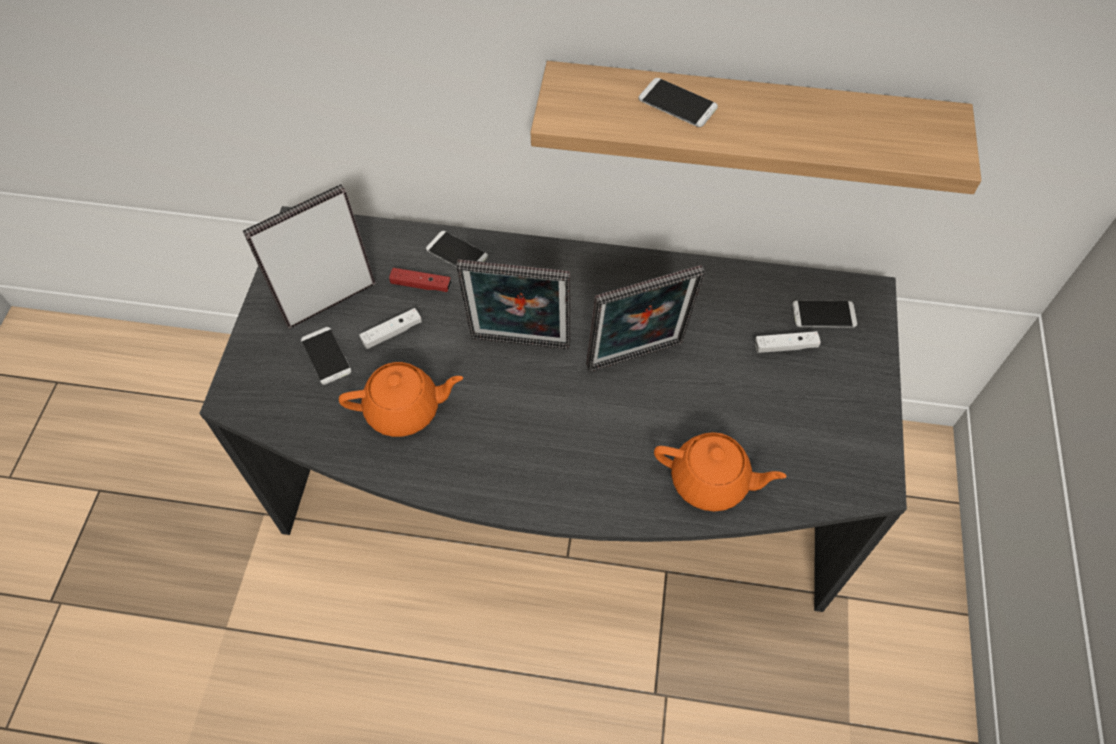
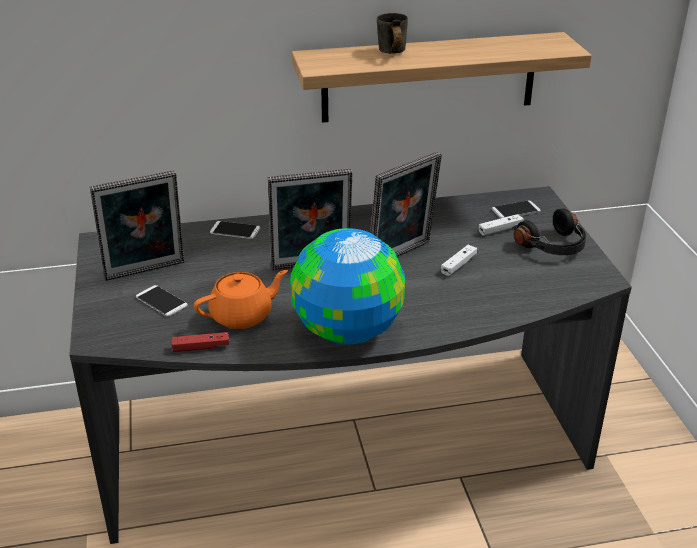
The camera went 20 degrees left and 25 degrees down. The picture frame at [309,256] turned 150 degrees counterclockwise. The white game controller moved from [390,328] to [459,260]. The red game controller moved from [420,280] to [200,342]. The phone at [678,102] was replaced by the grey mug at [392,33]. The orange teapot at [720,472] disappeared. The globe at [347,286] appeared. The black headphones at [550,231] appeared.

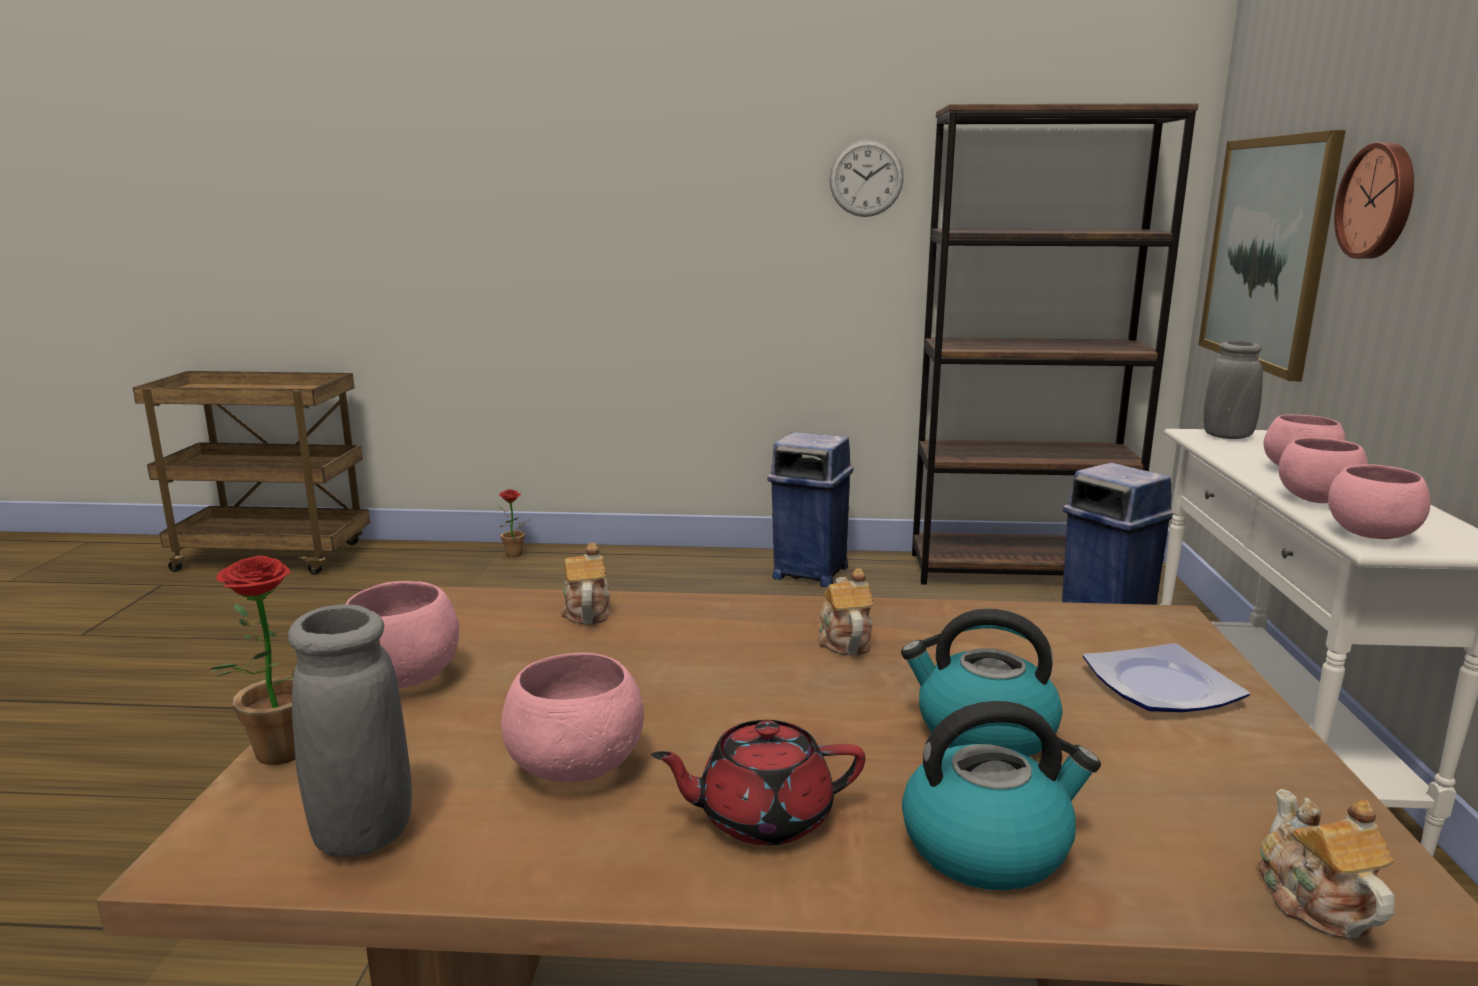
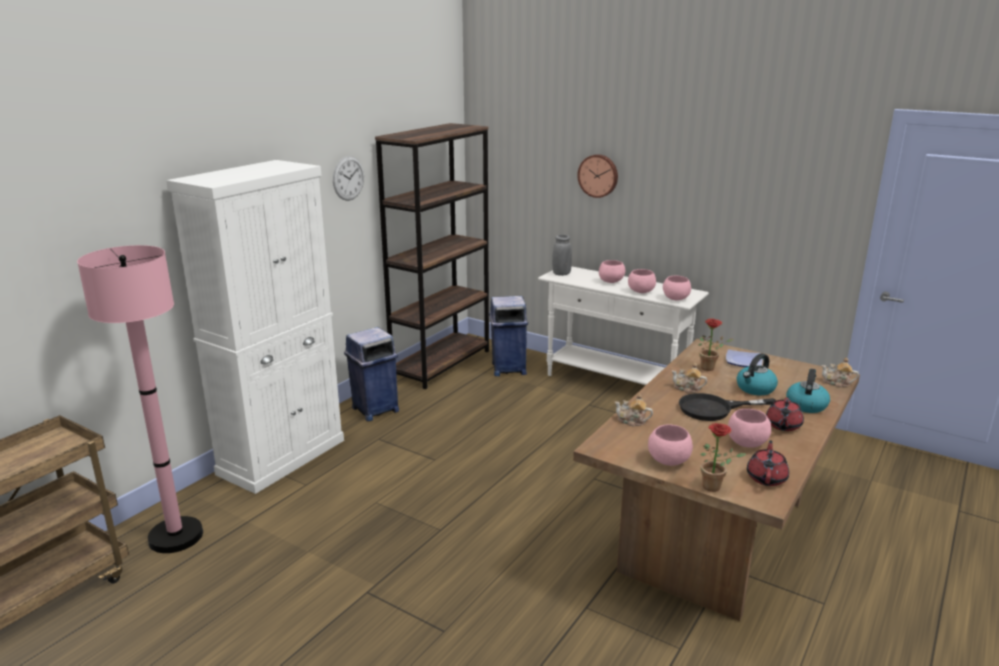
The camera went 60 degrees left and 5 degrees up. The grey vase at [350,730] was replaced by the red teapot at [768,463]. The potted plant moved from [515,523] to [716,344]. The picture at [1272,255] disappeared. The pink floor lamp at [140,399] appeared. The white cabinet at [255,327] appeared. The black frying pan at [727,407] appeared.

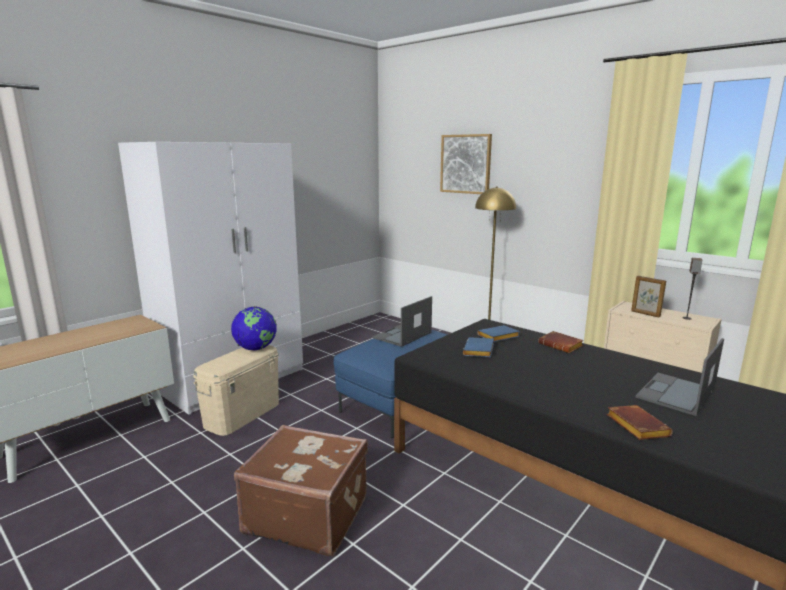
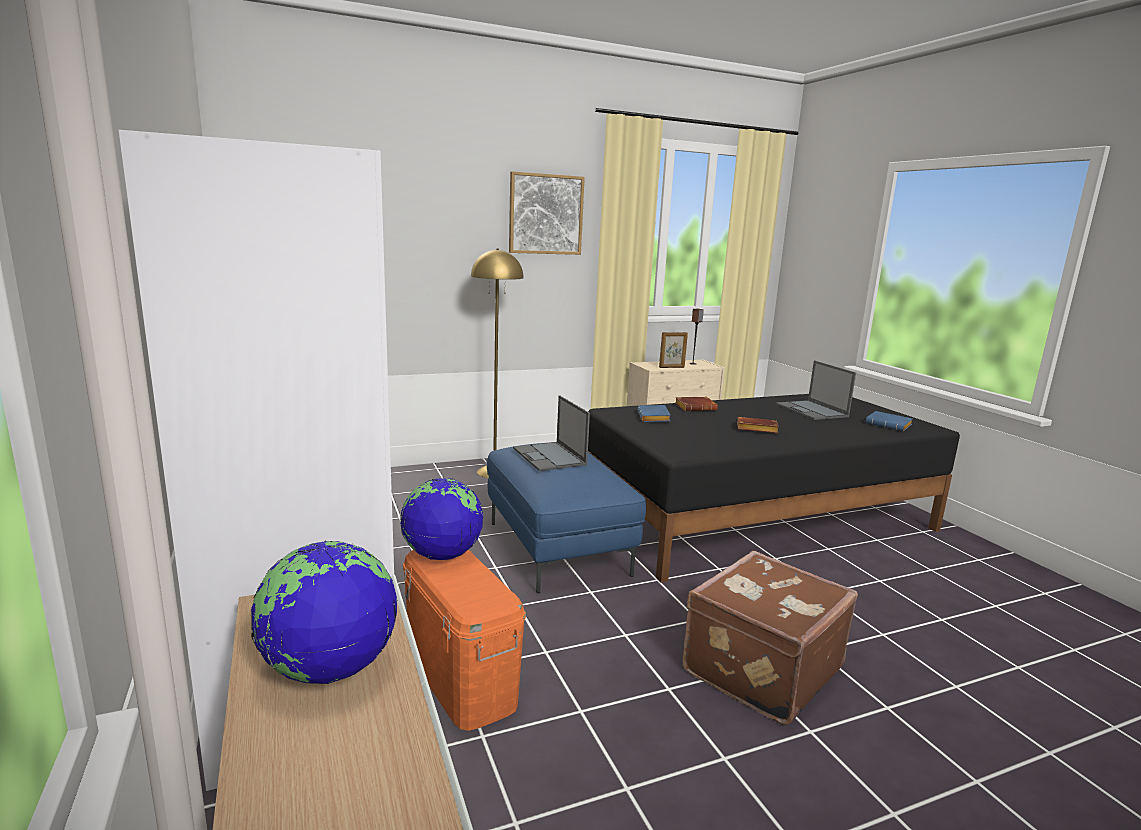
The camera went 65 degrees left and 0 degrees up. The beige storage box at [236,390] became the orange storage box at [464,640]. The picture moved from [466,164] to [547,213]. The blue book moved from [478,347] to [889,421]. The brown book moved from [640,422] to [758,425]. The globe at [324,612] appeared.

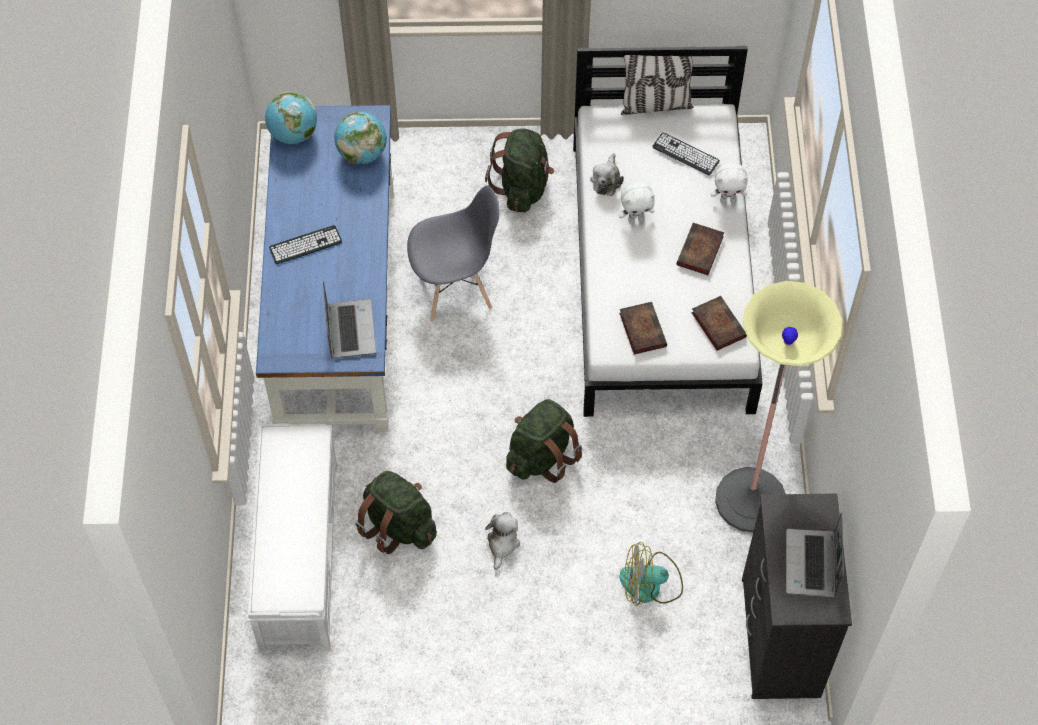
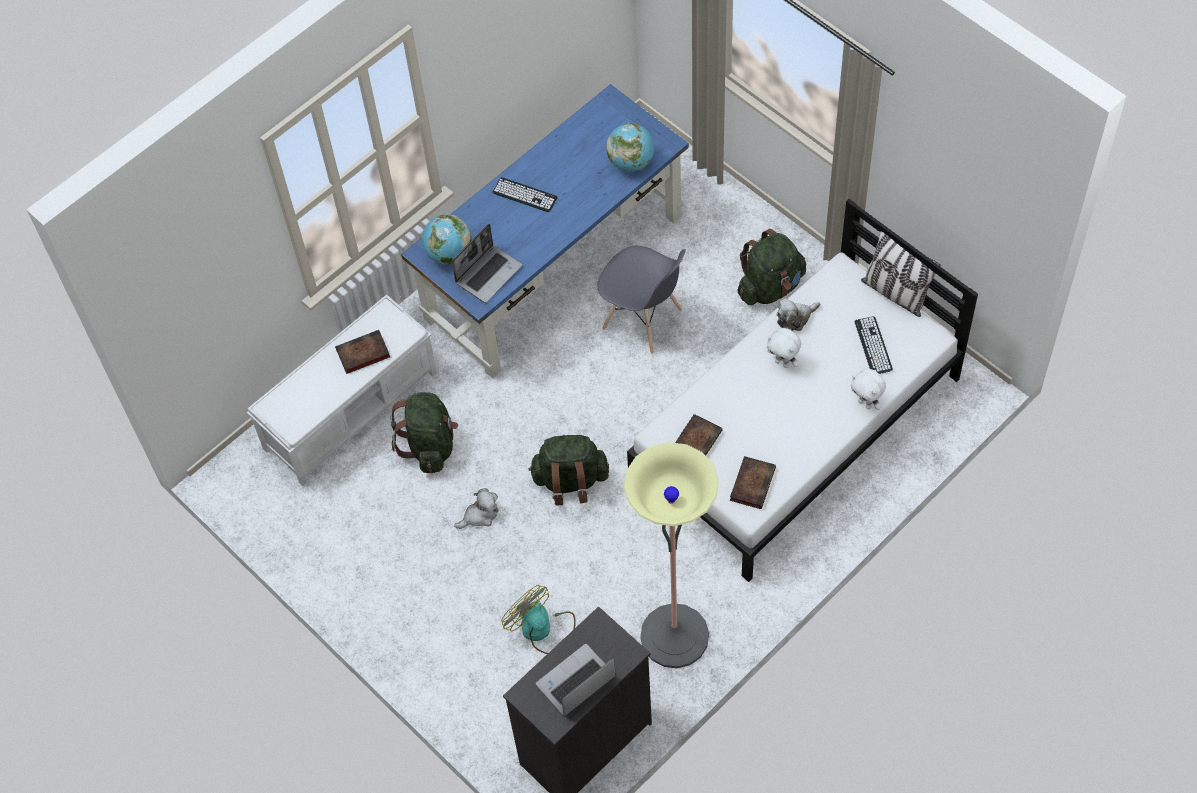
The camera went 50 degrees right and 0 degrees up. The globe moved from [291,117] to [446,239]. The book moved from [700,249] to [362,352].

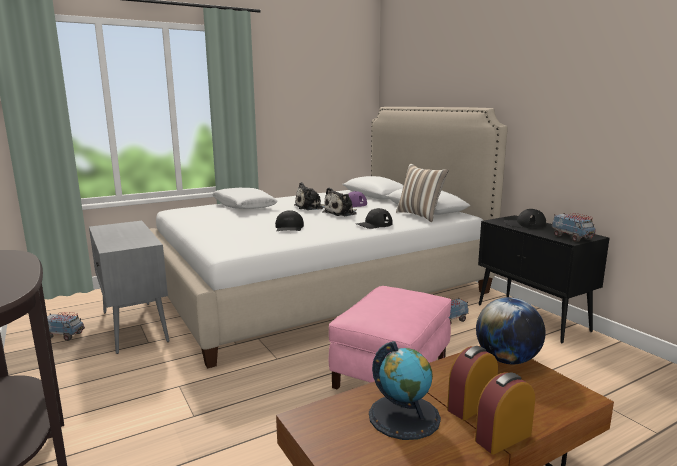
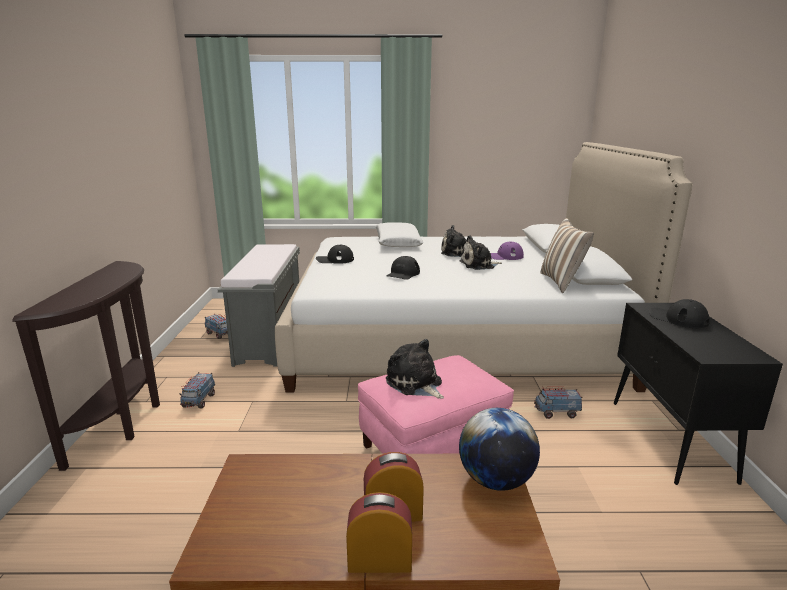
The camera went 30 degrees right and 5 degrees up. The grey cabinet at [129,287] was replaced by the grey bench at [259,305]. The black cap moved from [374,218] to [335,254]. The globe at [405,390] disappeared. The toy truck moved from [573,227] to [197,390]. The plush toy at [415,369] appeared.

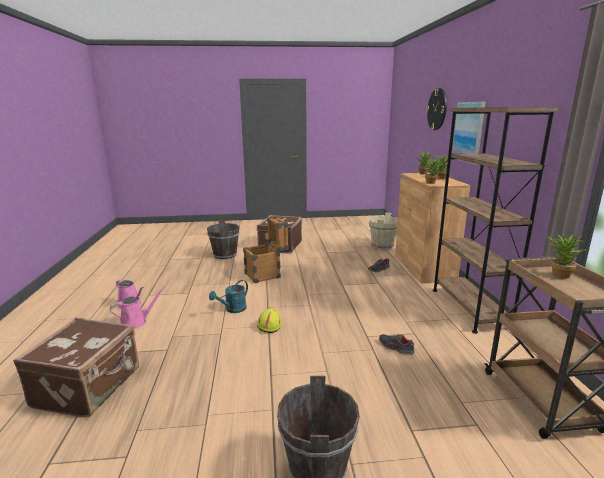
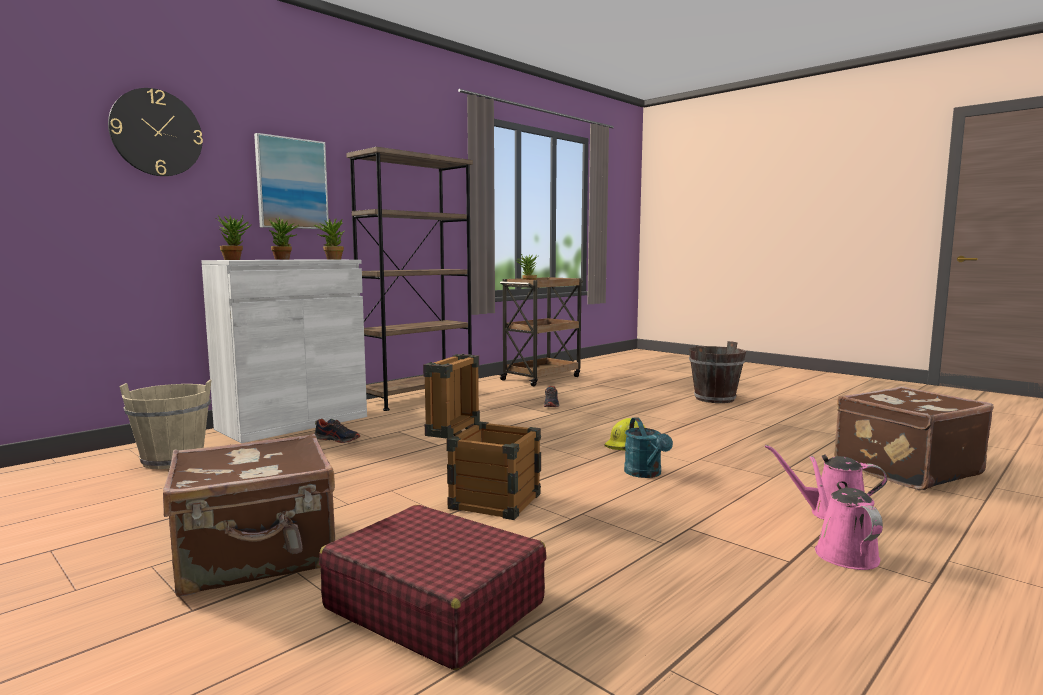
The camera went 130 degrees left and 10 degrees down. The brown bucket at [223,239] was replaced by the red suitcase at [433,587]. The turquoise watering can at [228,296] turned 75 degrees clockwise. The brown cabinet at [432,228] became the white cabinet at [284,351].

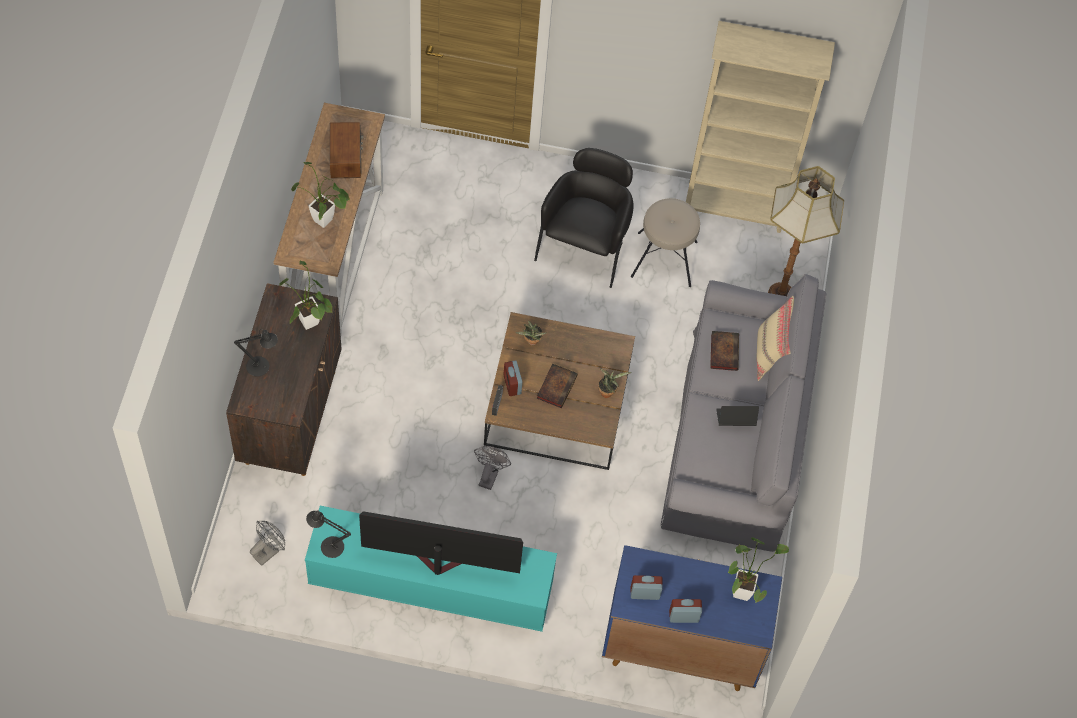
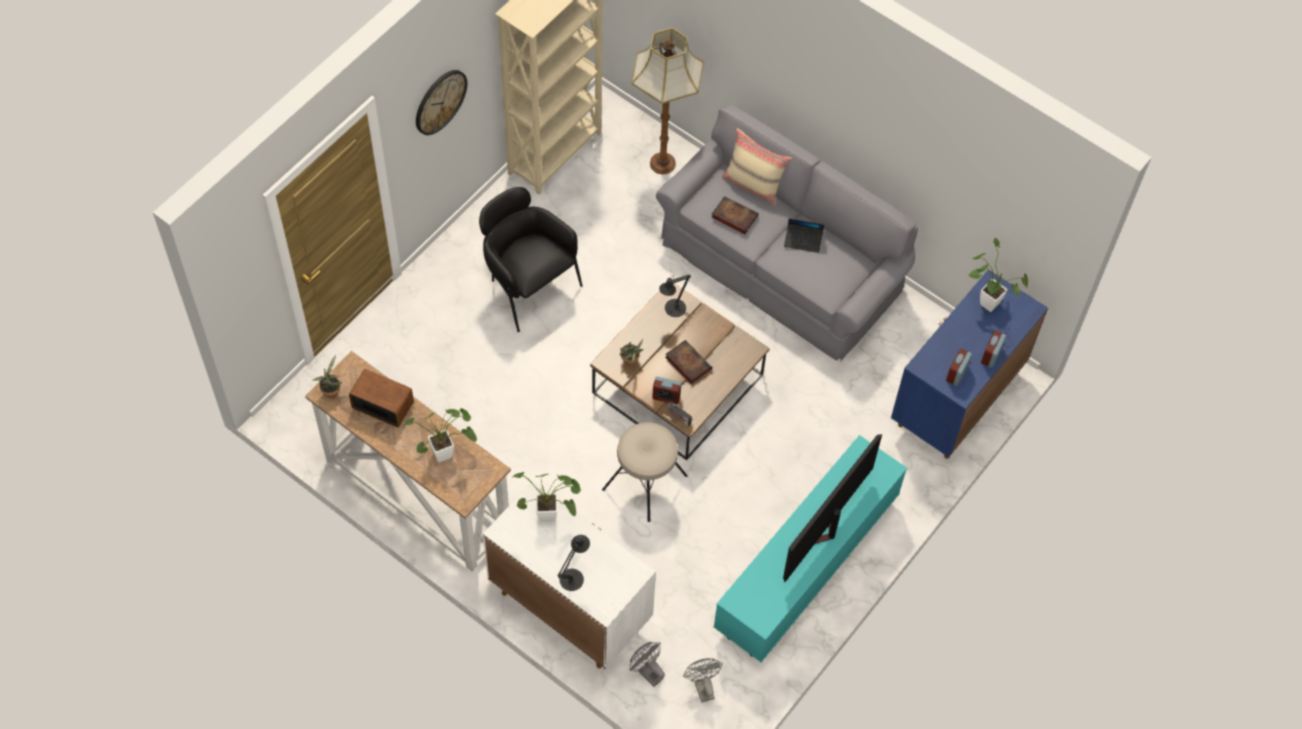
The camera went 60 degrees left and 0 degrees up. The brown cabinet at [284,379] became the white cabinet at [569,574]. The black table lamp moved from [328,534] to [675,295]. The grey fan moved from [492,468] to [647,664]. The potted plant moved from [615,383] to [327,376]. The beige stool moved from [665,242] to [644,472]. The laptop at [737,416] turned 105 degrees counterclockwise. The wall clock at [441,102] appeared.

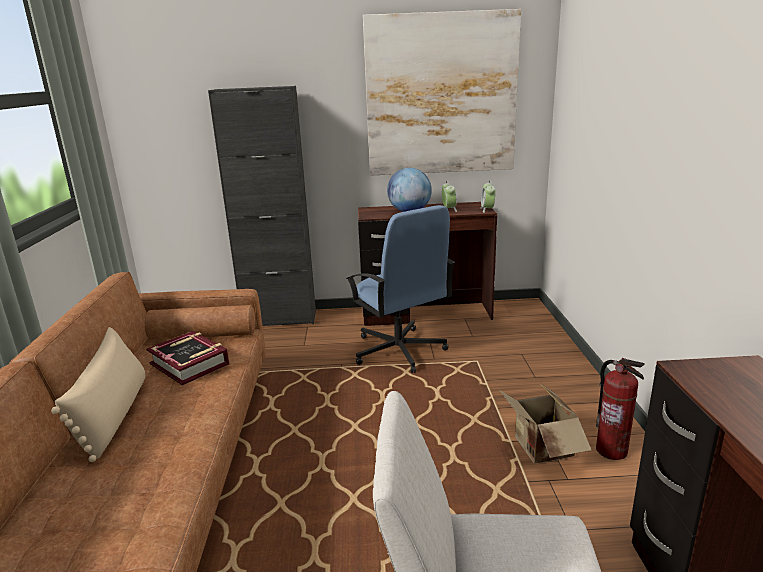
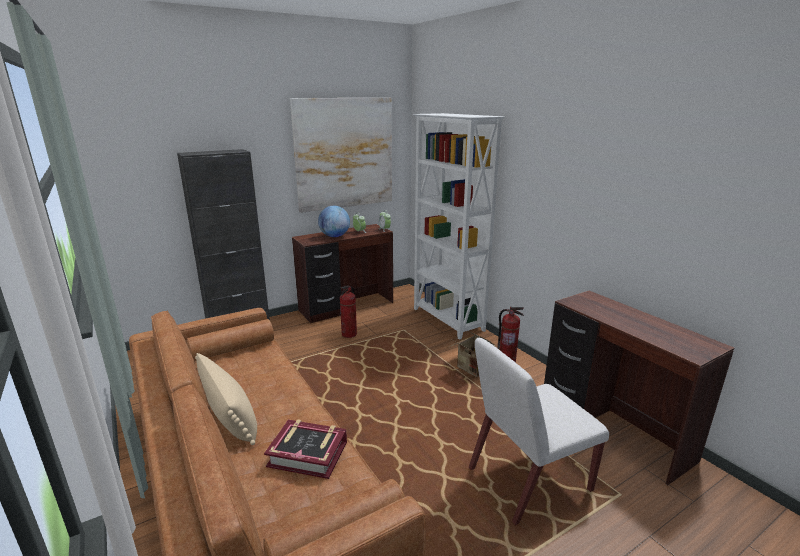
The camera went 30 degrees left and 0 degrees up. The book moved from [187,358] to [305,449]. The blue office chair at [400,289] was replaced by the fire extinguisher at [348,312]. The white bookcase at [458,226] appeared.

